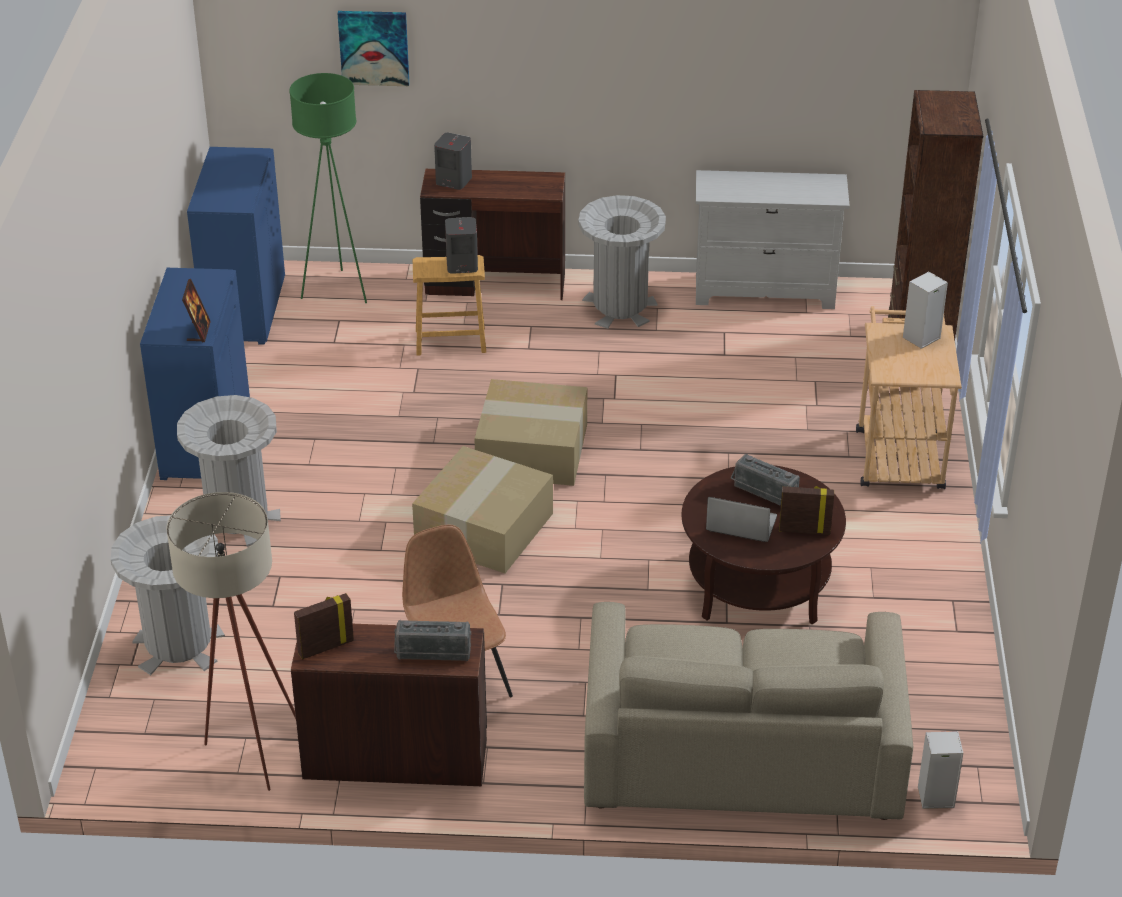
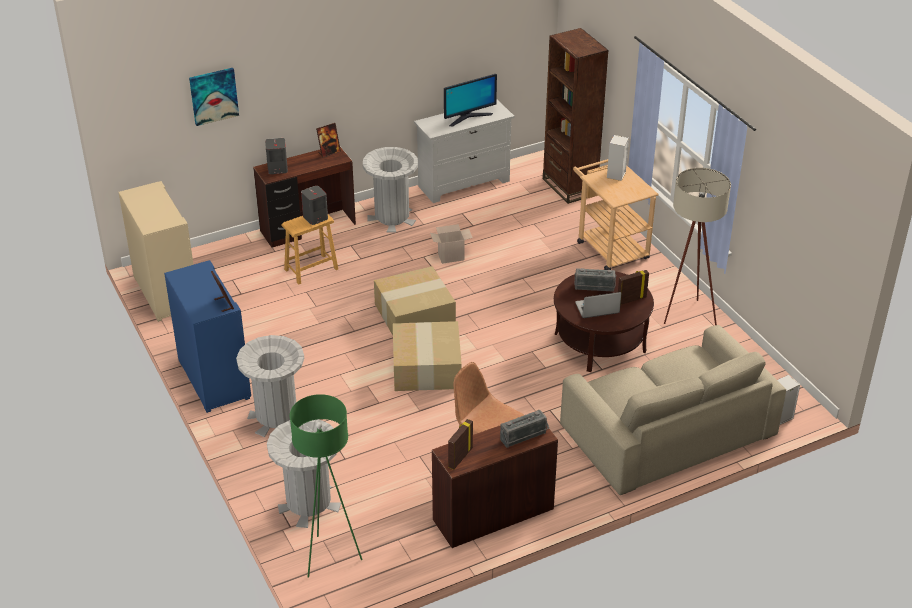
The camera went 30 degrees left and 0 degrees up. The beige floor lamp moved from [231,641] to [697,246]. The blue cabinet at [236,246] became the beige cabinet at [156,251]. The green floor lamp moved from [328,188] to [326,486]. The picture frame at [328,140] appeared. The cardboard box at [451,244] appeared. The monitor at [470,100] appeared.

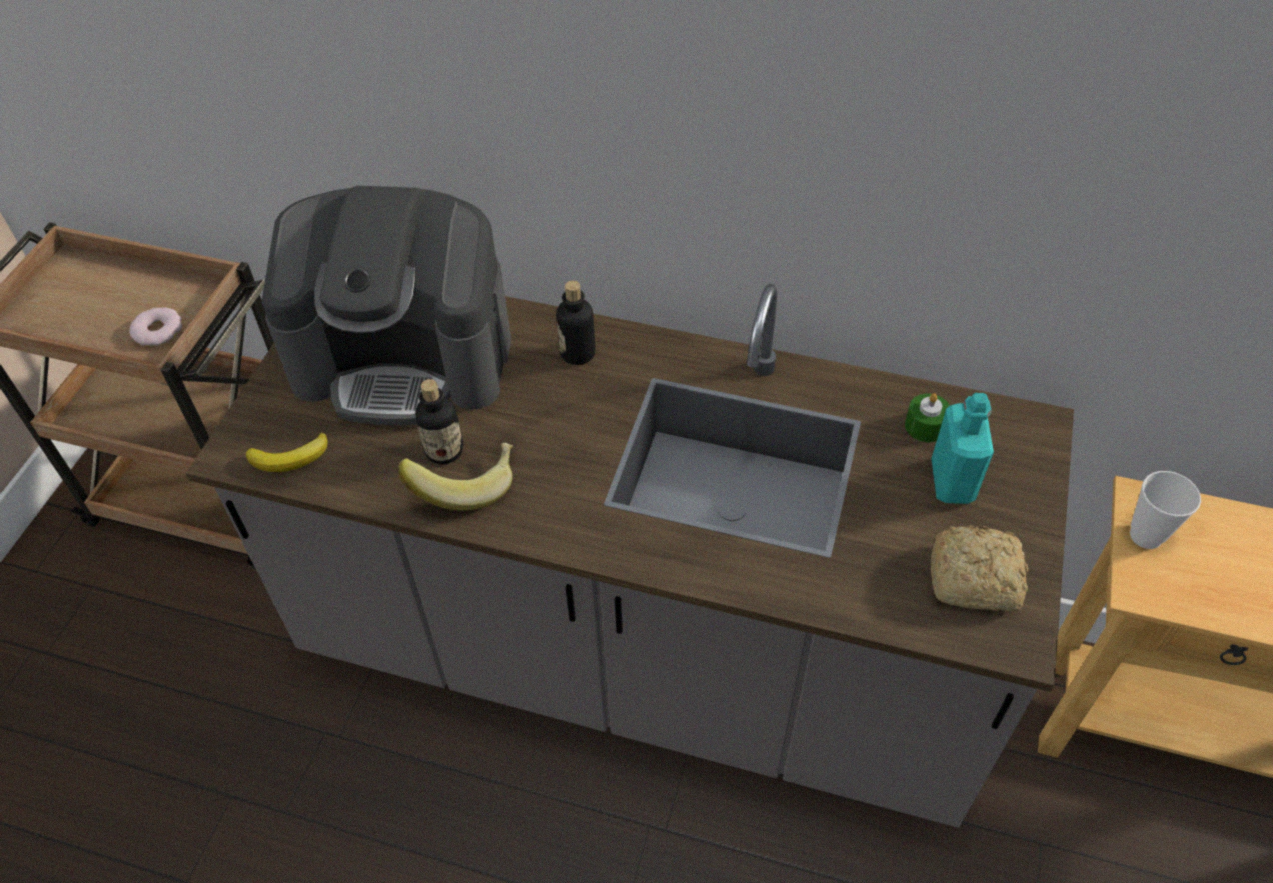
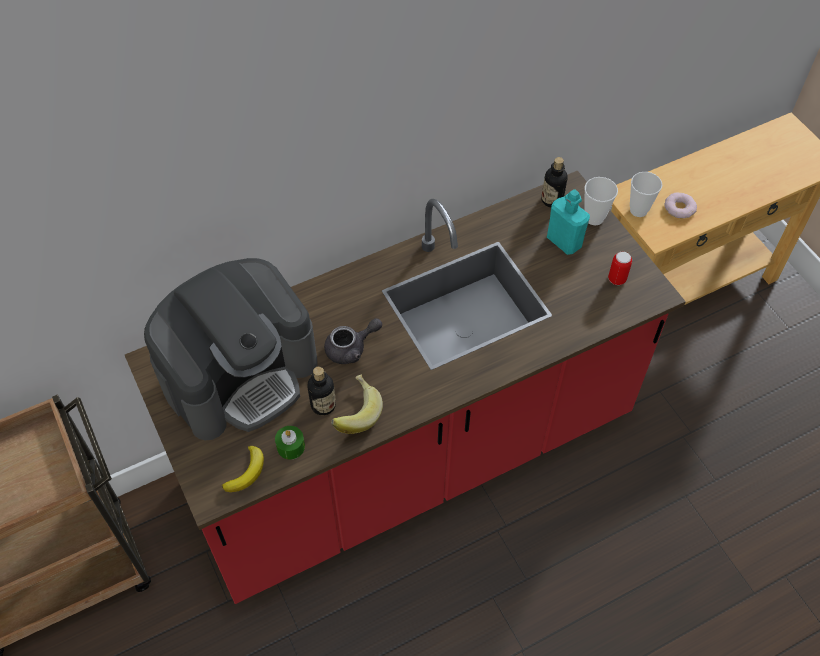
The camera went 45 degrees left and 5 degrees up. The donut moved from [155,326] to [680,205]. The grey counter at [630,556] became the red counter at [405,387]. The bottle moved from [576,322] to [554,182]. The green candle moved from [927,417] to [290,443]. The bread at [980,568] was replaced by the can at [620,268]. The grey teapot at [353,341] appeared. The cup at [601,201] appeared.

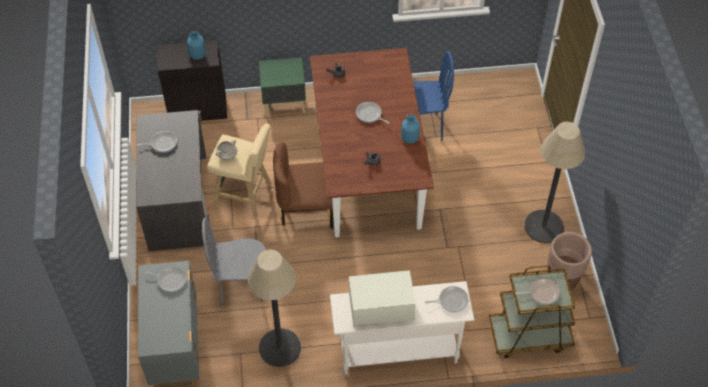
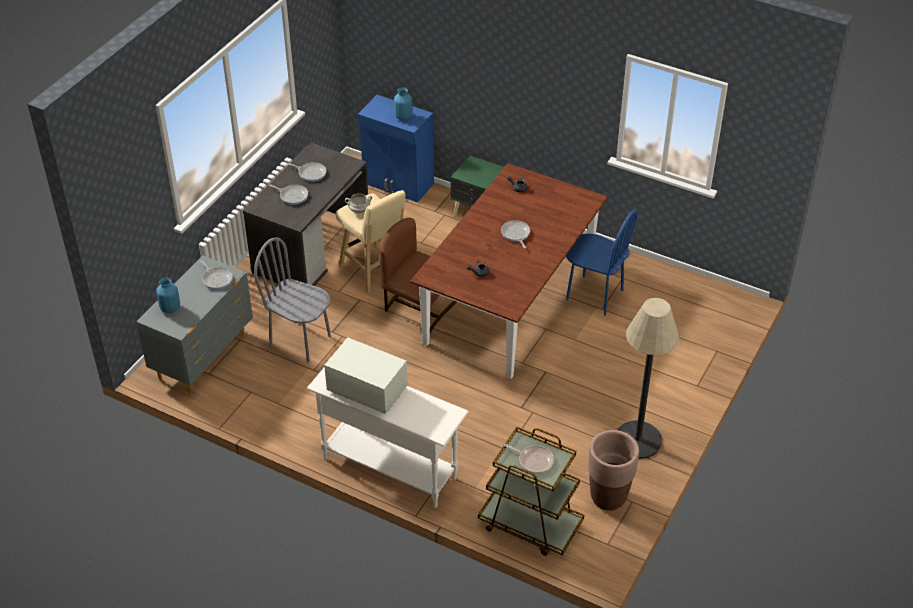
The camera went 35 degrees right and 10 degrees down. The black cabinet at [192,81] became the blue cabinet at [396,149]. The floor lamp at [274,308] disappeared. The blue vase moved from [410,129] to [168,295]. The frying pan moved from [447,299] to [288,195].

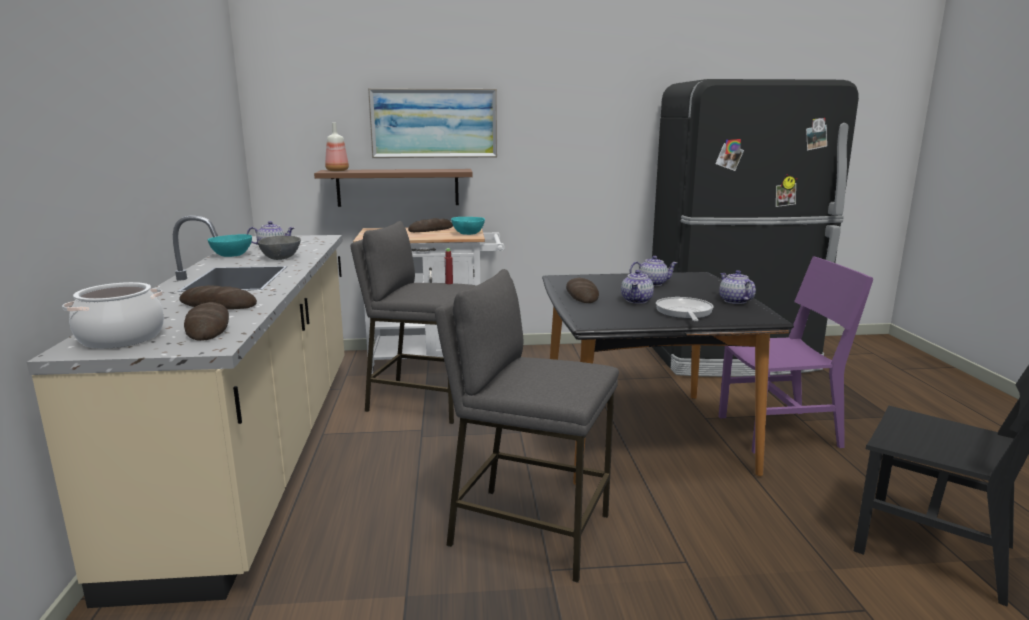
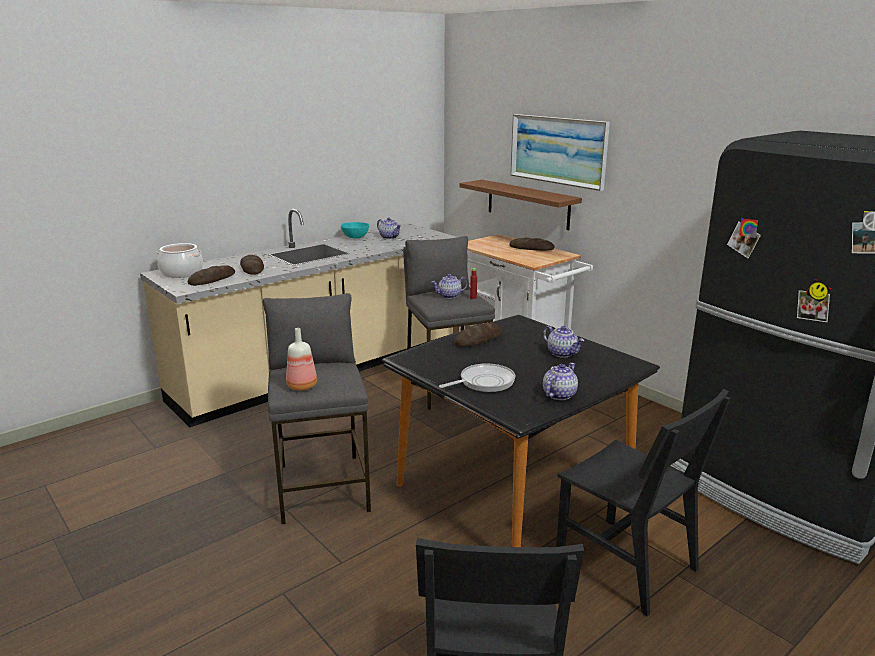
The camera went 55 degrees right and 5 degrees up. The grey bowl at [279,248] disappeared. The bottle moved from [337,147] to [301,359]. The turquoise bowl at [468,226] disappeared. The teapot moved from [637,287] to [449,286]. The purple chair at [795,354] became the black chair at [643,502].

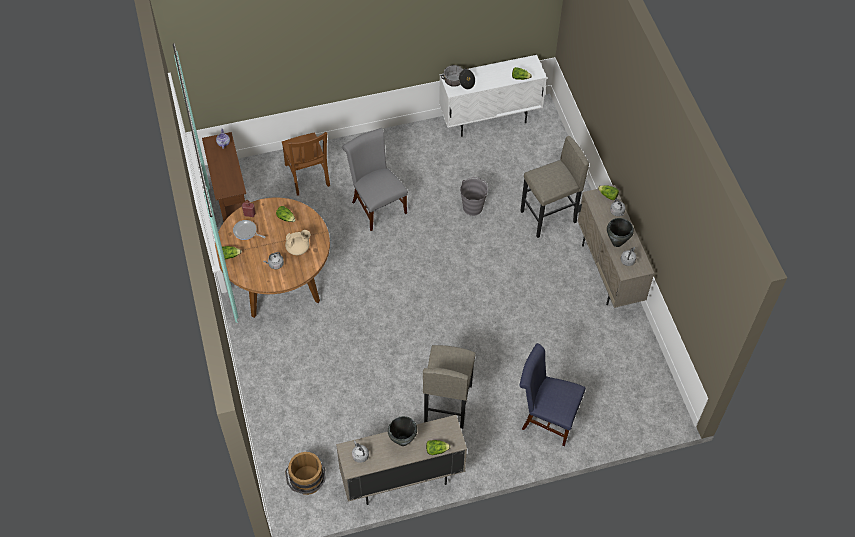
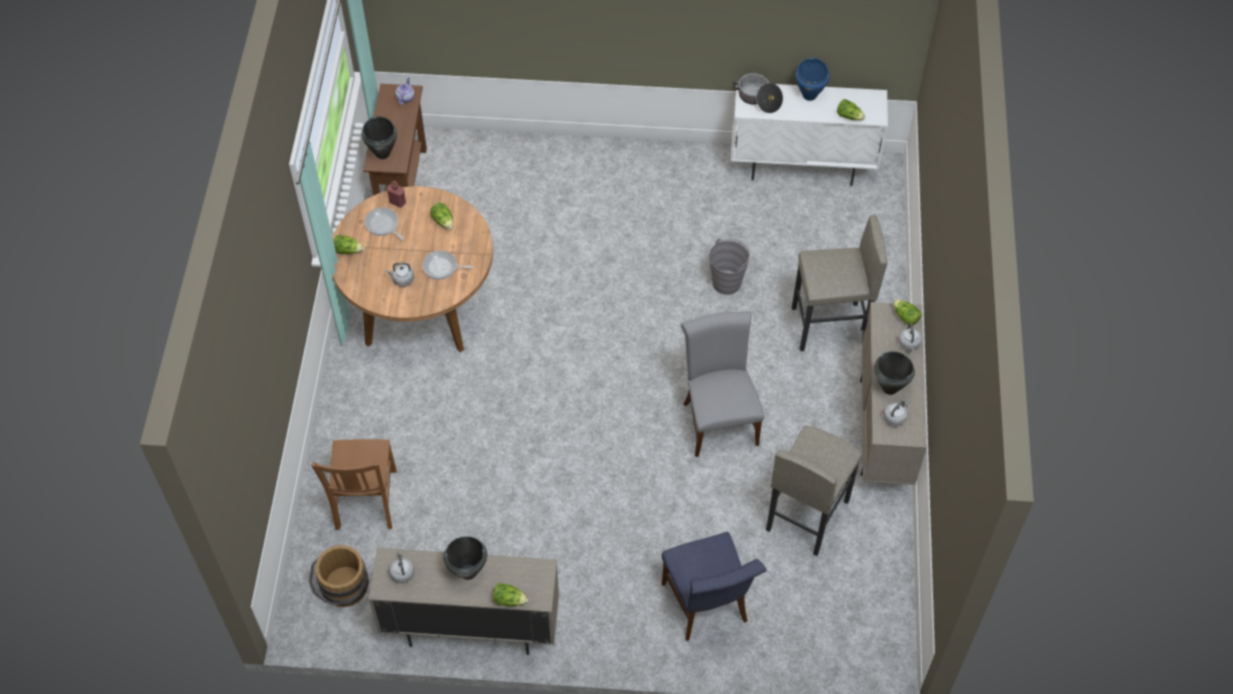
The camera went 20 degrees right and 0 degrees up. The brown chair moved from [306,163] to [354,484]. The beige teapot at [298,242] was replaced by the frying pan at [447,265]. The grey chair moved from [375,179] to [722,384]. The grey stool moved from [449,387] to [814,490]. The blue chair at [552,394] turned 150 degrees counterclockwise. The black cooking pot at [379,137] appeared. The blue cooking pot at [812,79] appeared.

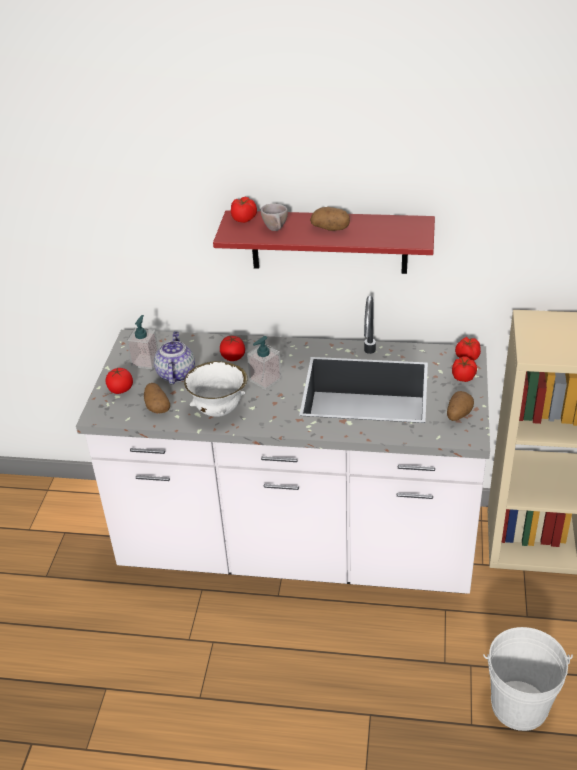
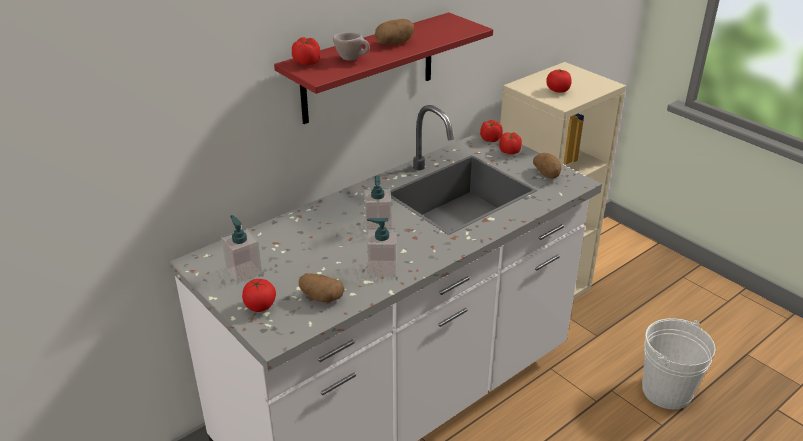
The camera went 50 degrees left and 5 degrees down. The teapot at [174,358] disappeared. The white bowl at [215,389] was replaced by the soap dispenser at [382,247]. The tomato moved from [232,348] to [559,81].

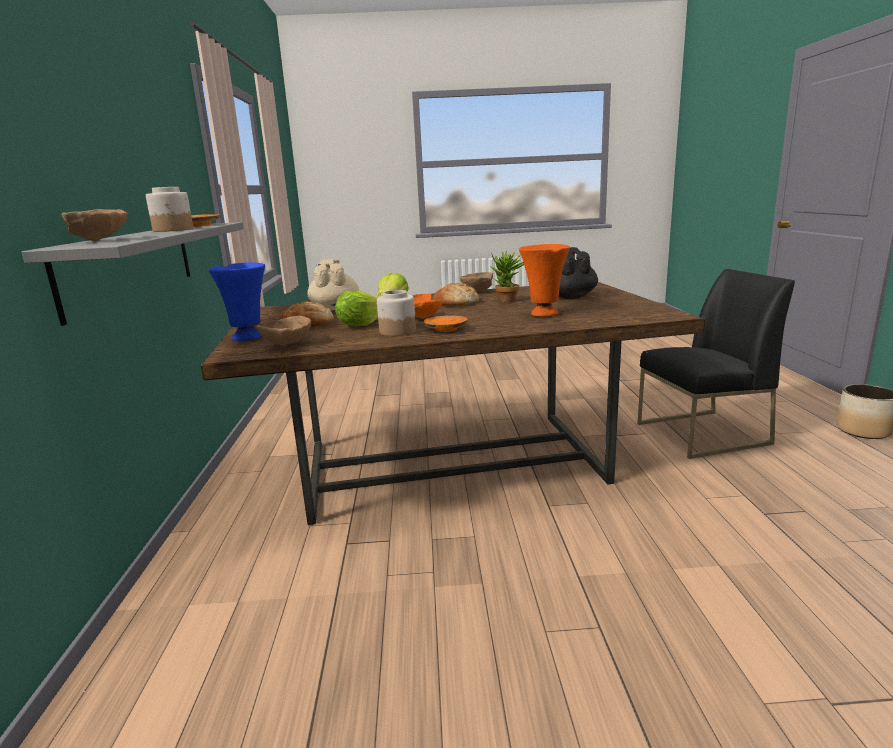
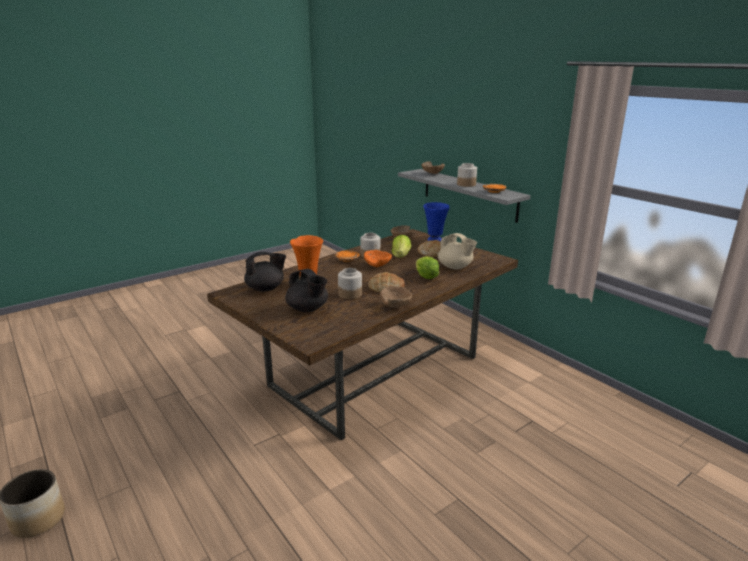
The camera went 145 degrees right and 5 degrees up. The potted plant at [507,276] was replaced by the jar at [350,283]. The black chair at [716,364] disappeared. The black teapot at [265,272] appeared.

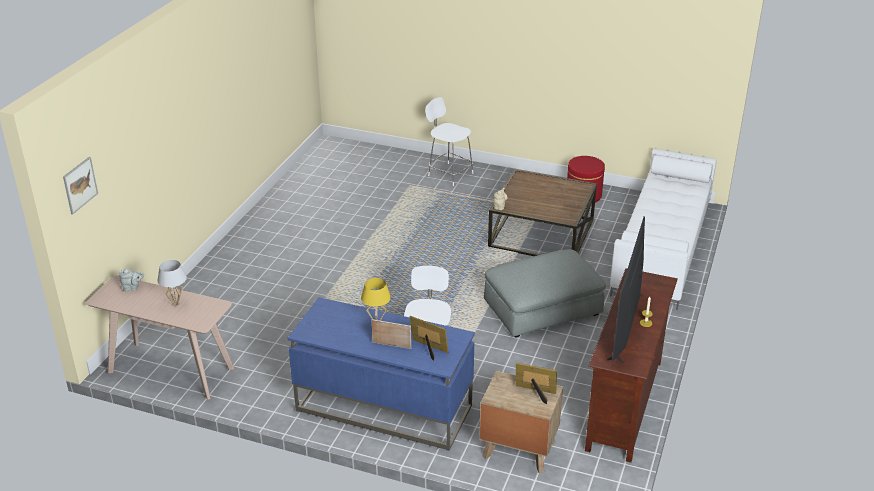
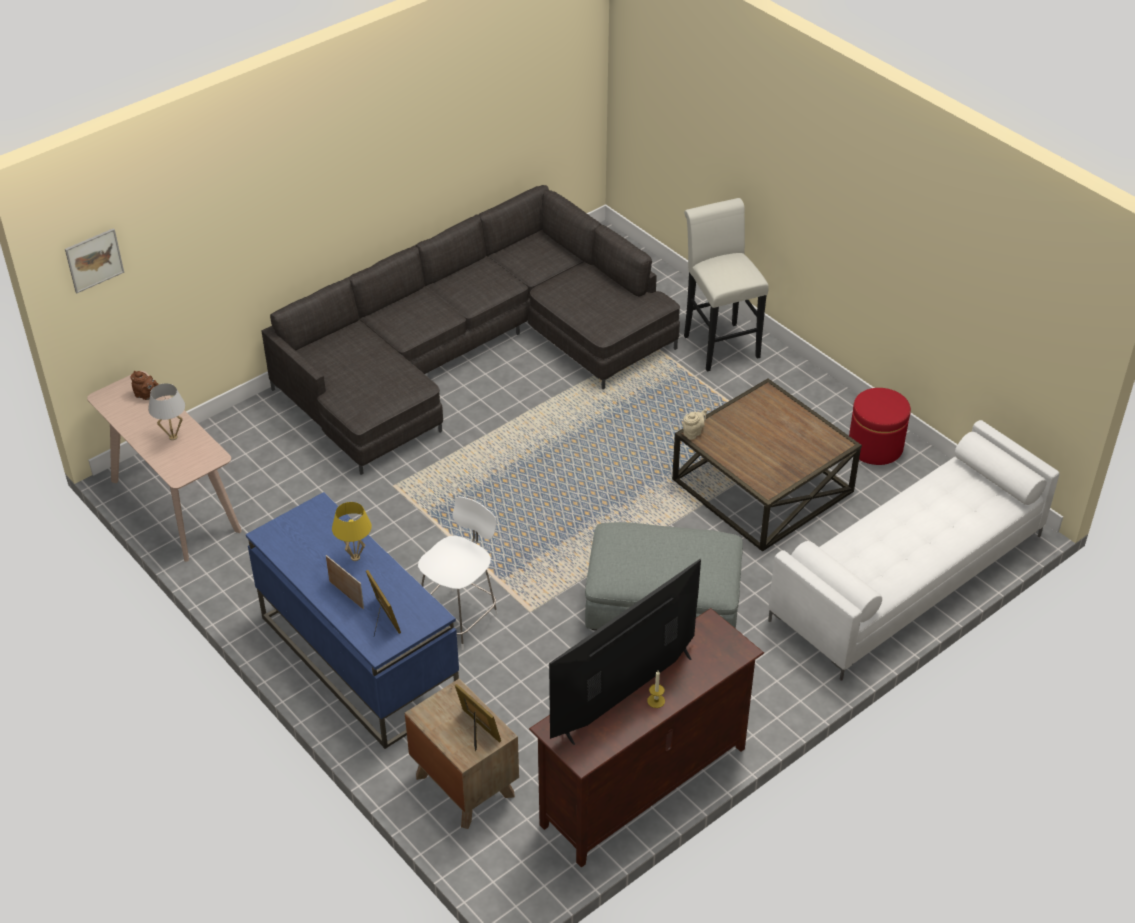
The camera went 30 degrees right and 10 degrees up. The grey teapot at [131,280] became the brown teapot at [145,385]. The white chair at [449,141] was replaced by the white stool at [726,284]. The grey sofa at [471,330] appeared.

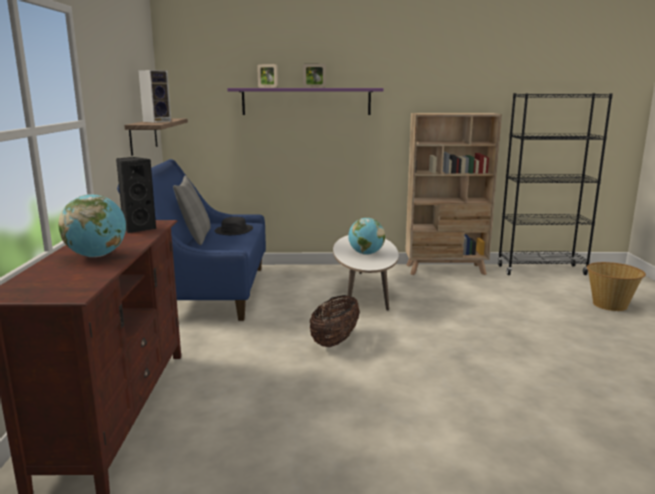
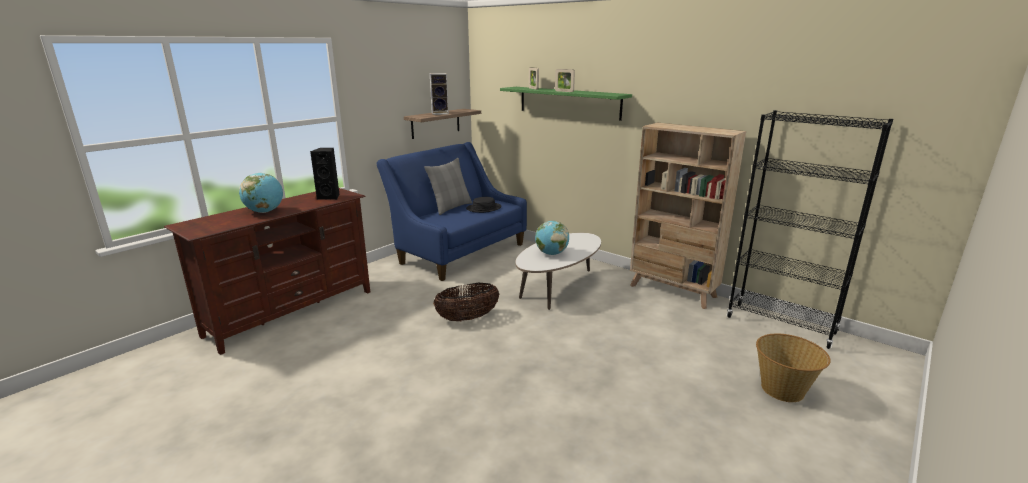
The camera went 40 degrees right and 5 degrees up. The purple shelf at [305,101] became the green shelf at [566,104].

